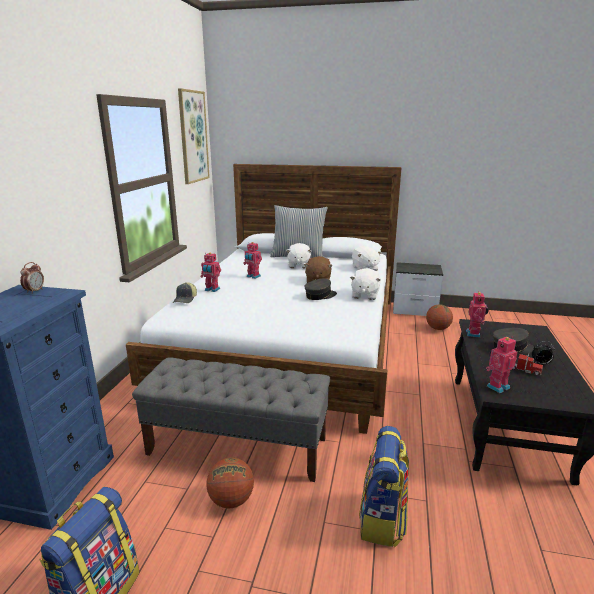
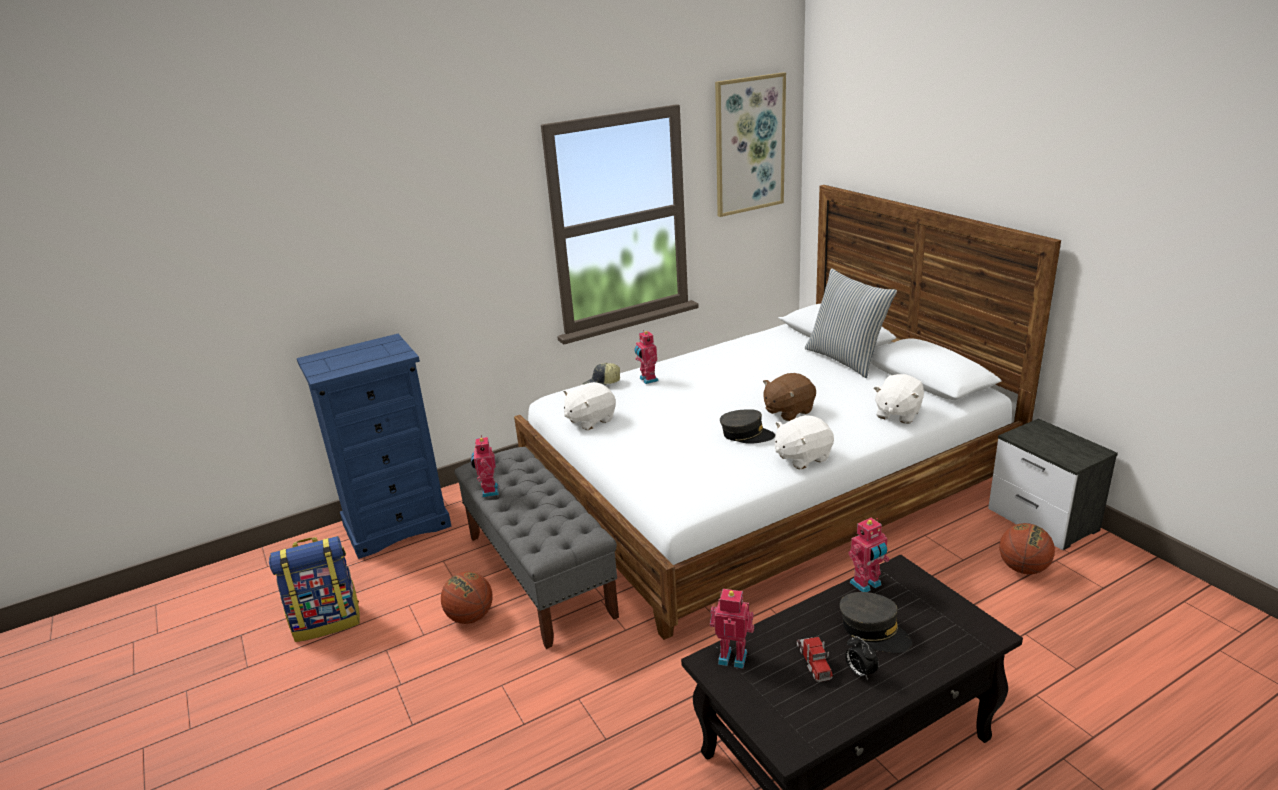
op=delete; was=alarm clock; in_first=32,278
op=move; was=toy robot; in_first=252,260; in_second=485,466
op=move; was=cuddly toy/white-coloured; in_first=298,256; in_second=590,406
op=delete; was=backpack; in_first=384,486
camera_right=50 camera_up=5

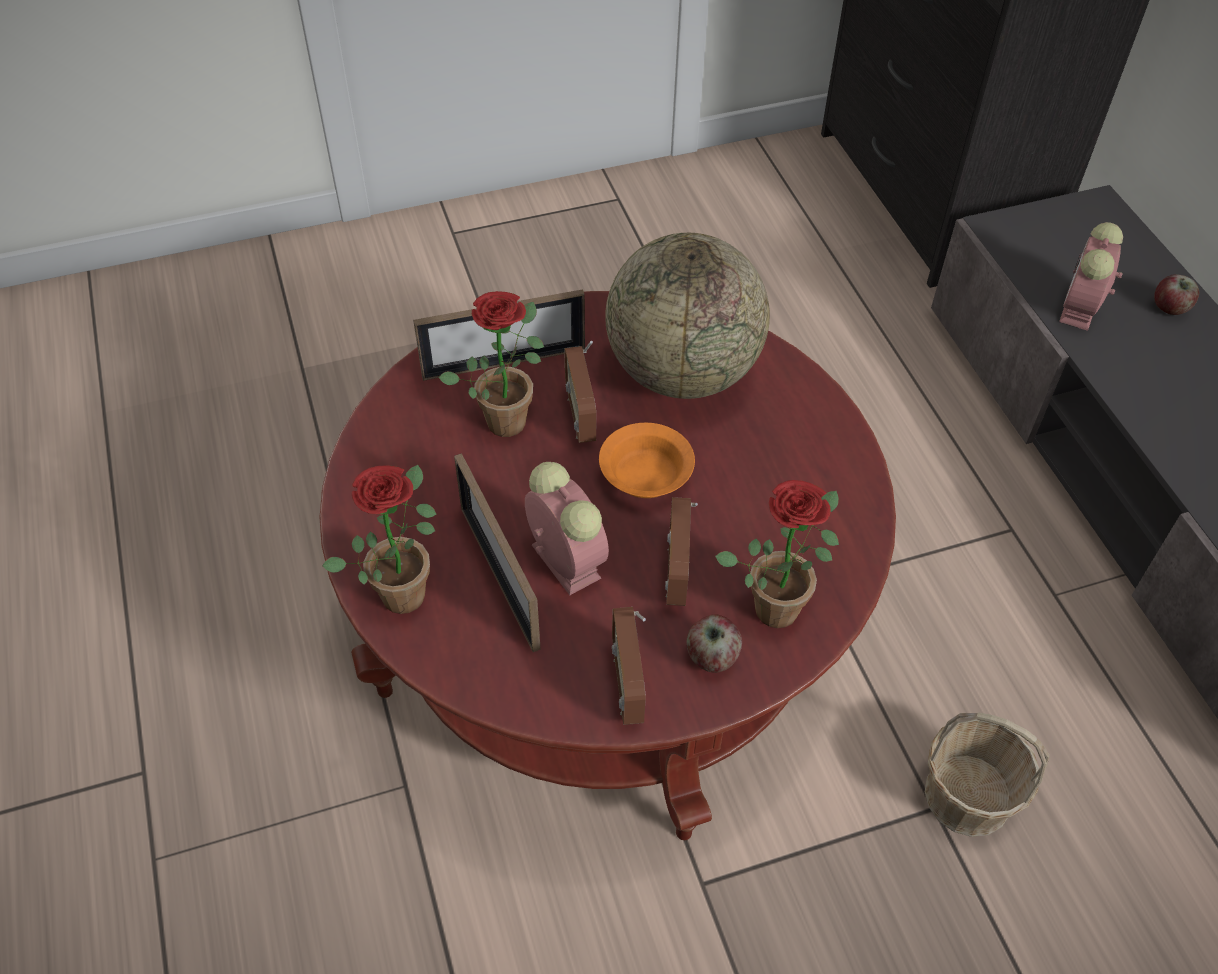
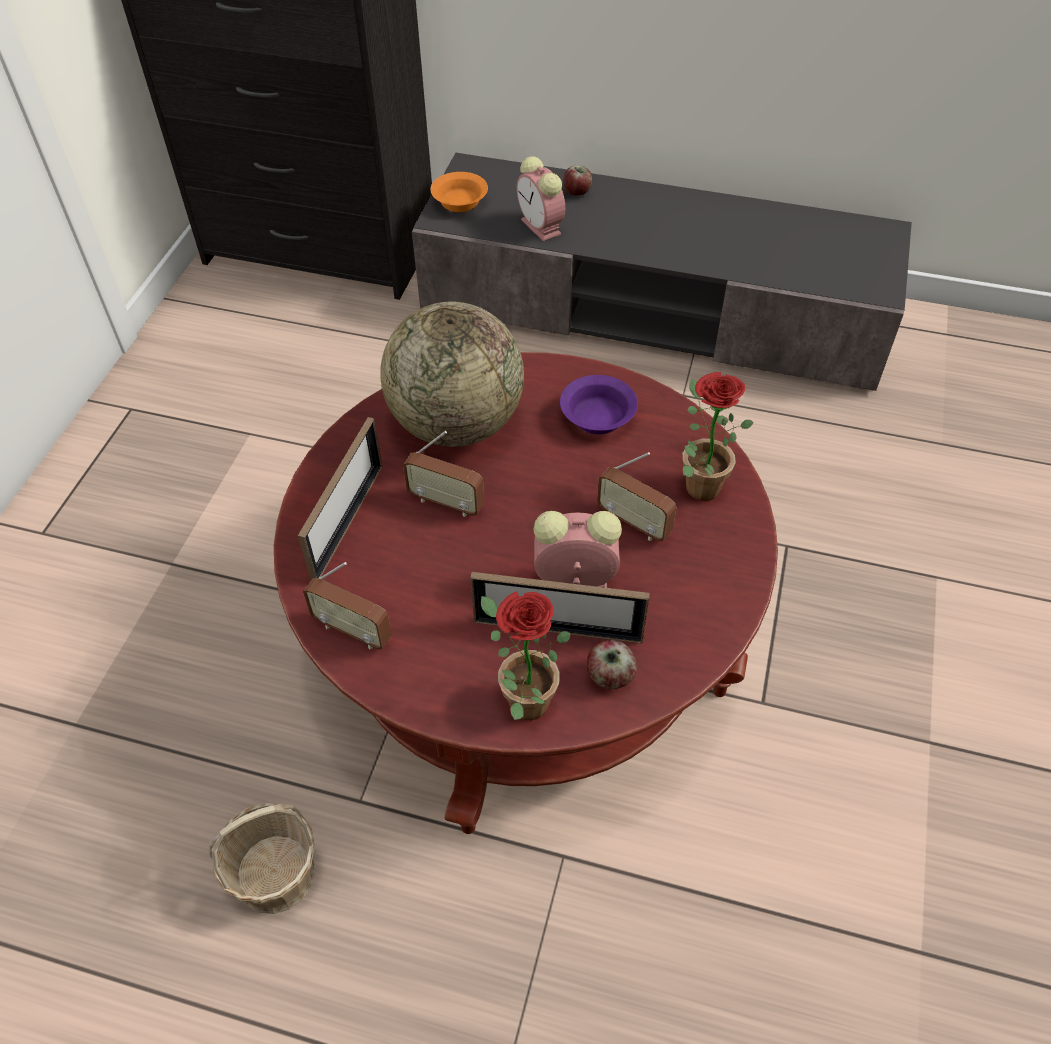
op=delete; was=plant in a pot; in_first=491,364
op=move; was=deep dish/orangey; in_first=647,460; in_second=459,192
op=move; was=radio set; in_first=629,666; in_second=347,605
op=move; was=apple; in_first=714,644; in_second=612,665
op=move; was=basket; in_first=987,774; in_second=262,858
op=insert; now=deep dish/purple-coloured; in_second=599,404
camera_right=-55 camera_up=0

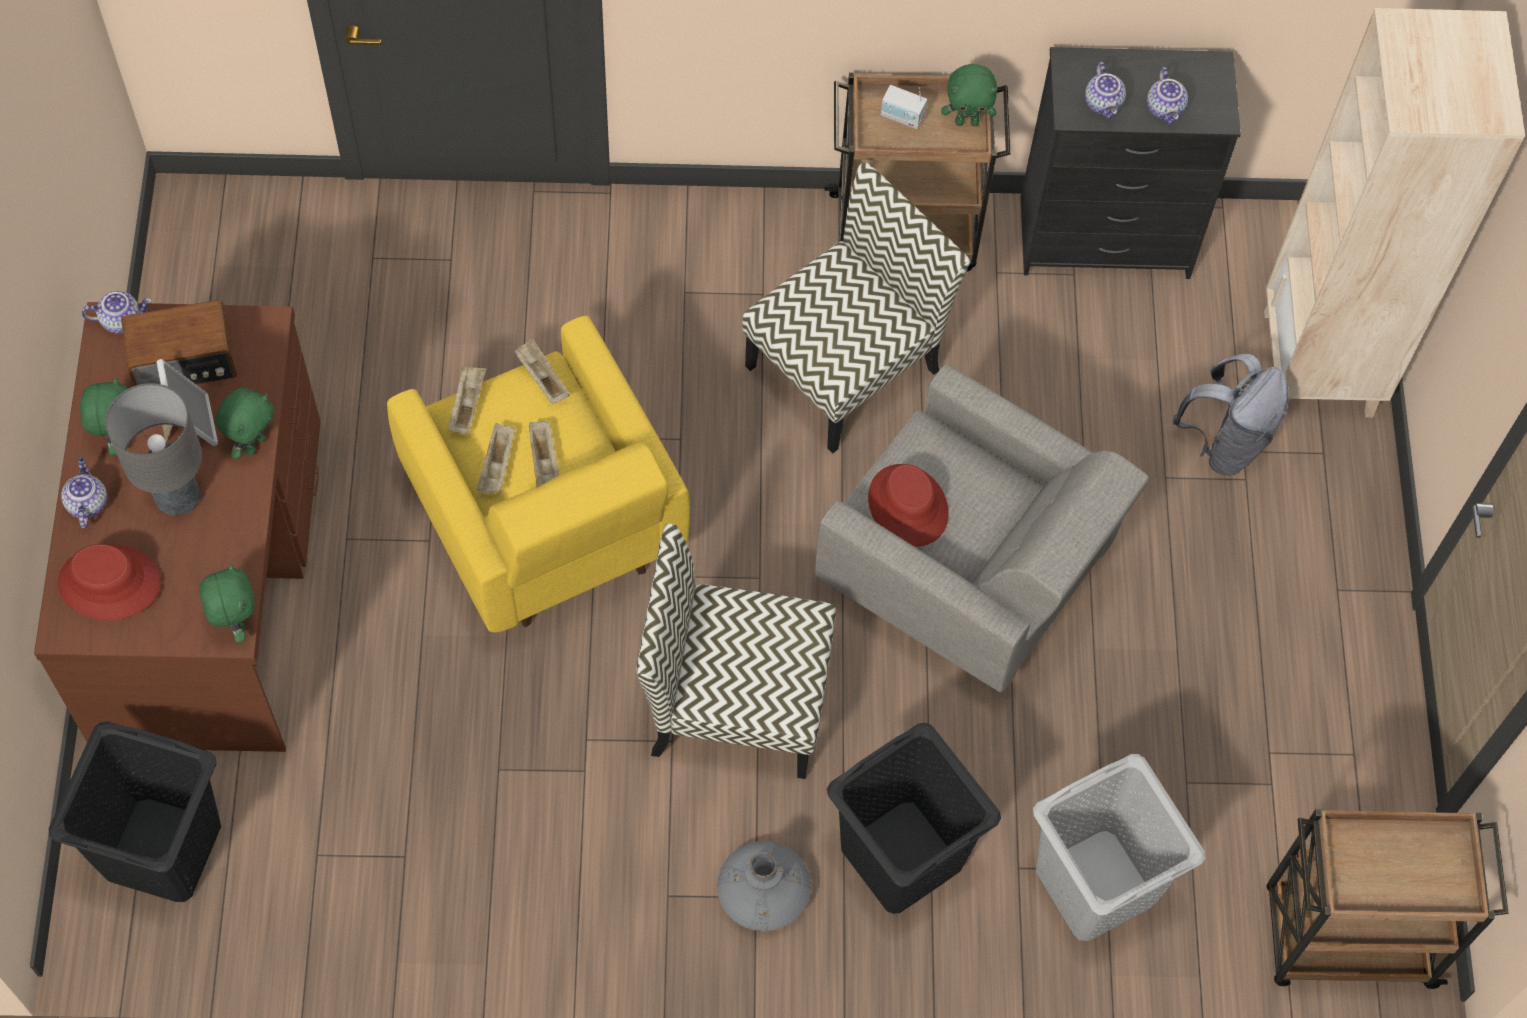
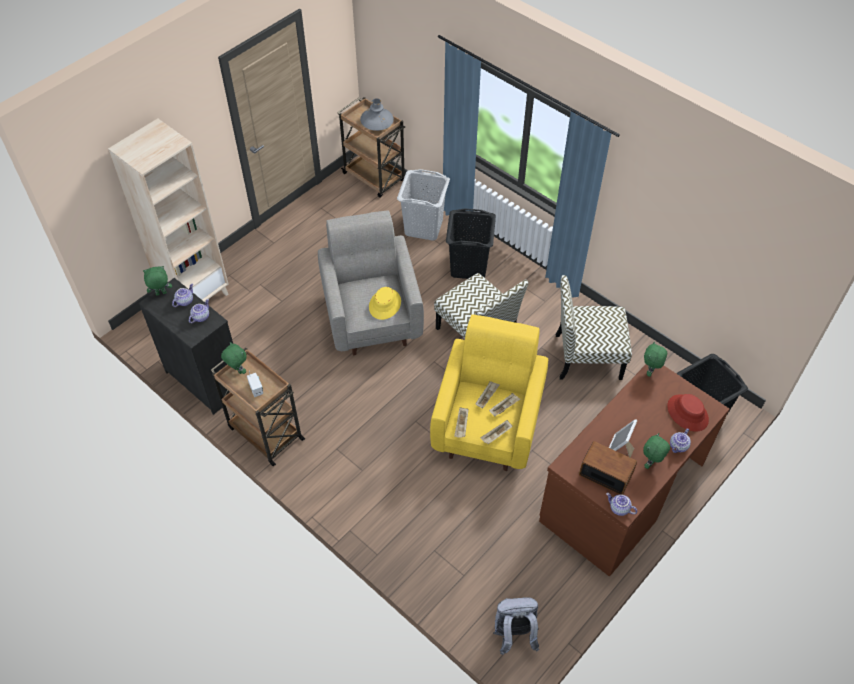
op=delete; was=tabletop lamp/gray; in_first=153,449
op=move; was=cuddly toy/green-coloured; in_first=245,423; in_second=157,281
op=move; was=decorative vase/gray; in_first=764,886; in_second=377,114
op=move; was=plain chair; in_first=856,308; in_second=593,327
op=recolor; was=clothing hat/red; now=clothing hat/yellow; in_first=908,505; in_second=385,303
op=move; was=backpack/gray; in_first=1231,415; in_second=516,626
camera_right=-135 camera_up=-10

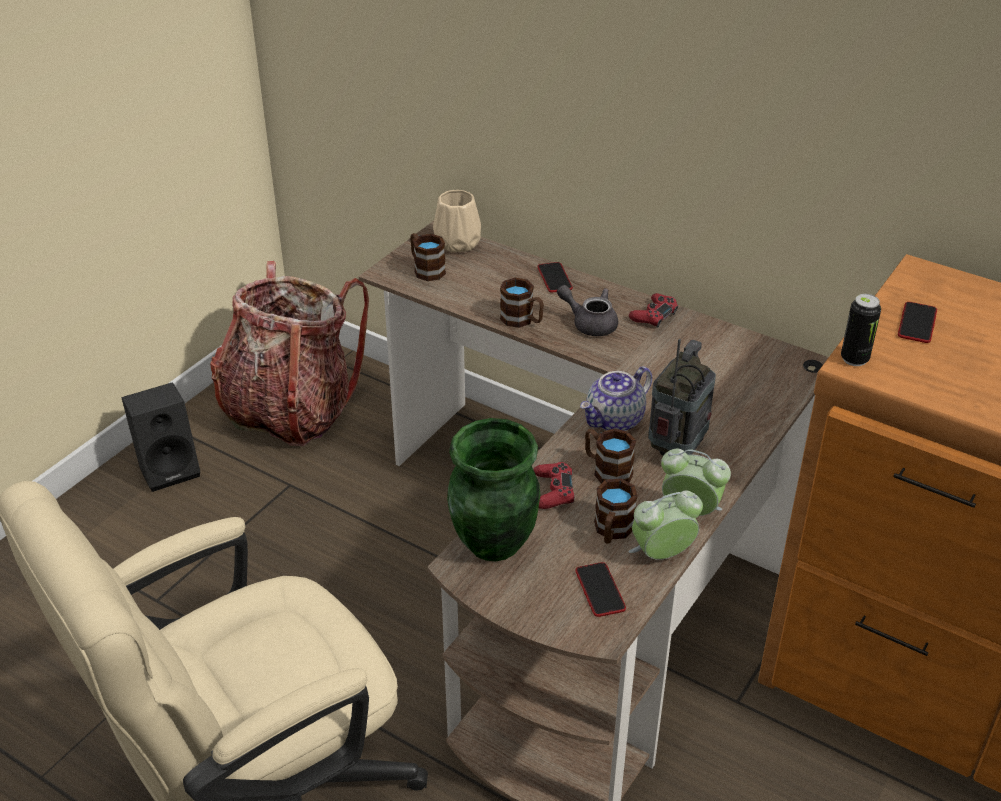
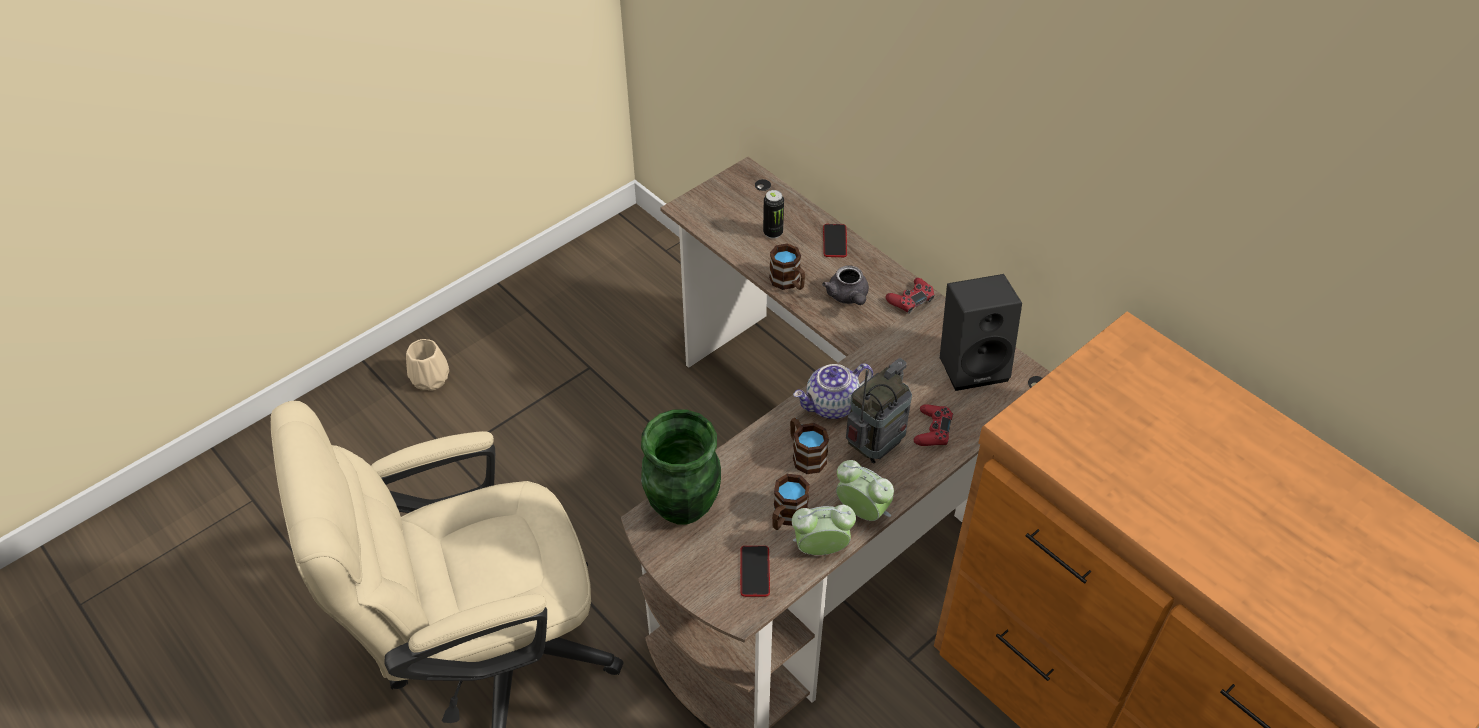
op=move; was=loudspeaker/black; in_first=161,437; in_second=981,332
op=delete; was=backpack; in_first=289,353
op=delete; was=tea mug/brown; in_first=428,257
op=move; was=decorative vase/beige-coloured; in_first=457,221; in_second=427,365
op=move; was=game controller/red; in_first=554,485; in_second=933,425
op=rotate; was=teapot/gray; in_first=587,310; in_second=845,285; clockwise=-150
op=move; was=can; in_first=861,330; in_second=773,214
op=delete; was=telephone; in_first=917,322
camera_right=15 camera_up=10

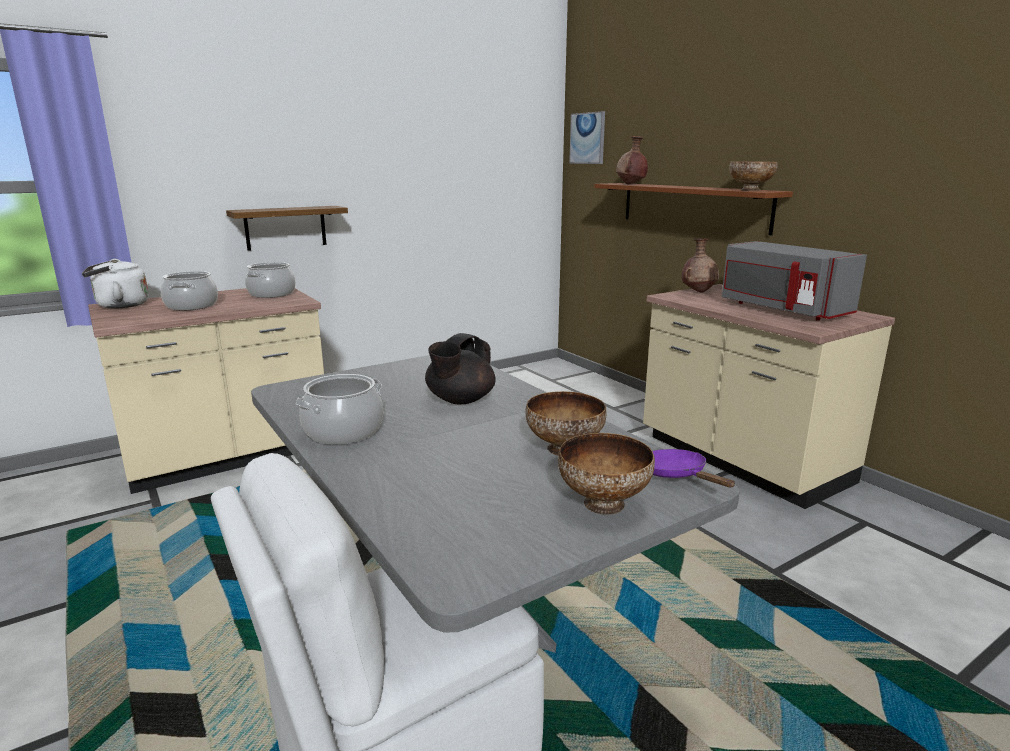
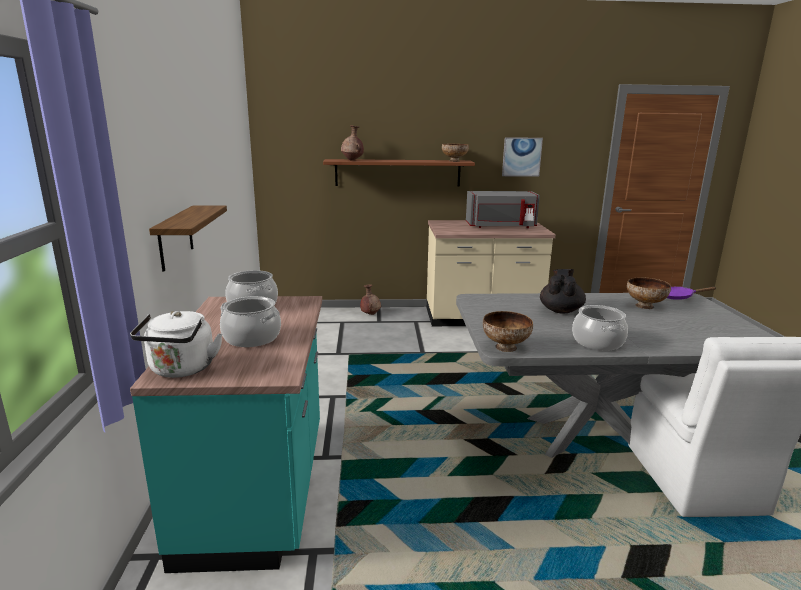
op=recolor; was=kitchen base unit/beige-coloured; now=kitchen base unit/turquoise-coloured; in_first=206,391; in_second=226,434
op=rotate; was=teapot/black; in_first=460,368; in_second=563,291; clockwise=-135
op=move; was=deep dish; in_first=606,474; in_second=508,331
op=move; was=picture; in_first=587,137; in_second=522,157
op=move; was=decorative vase/brown; in_first=700,266; in_second=370,299
camera_right=-60 camera_up=0

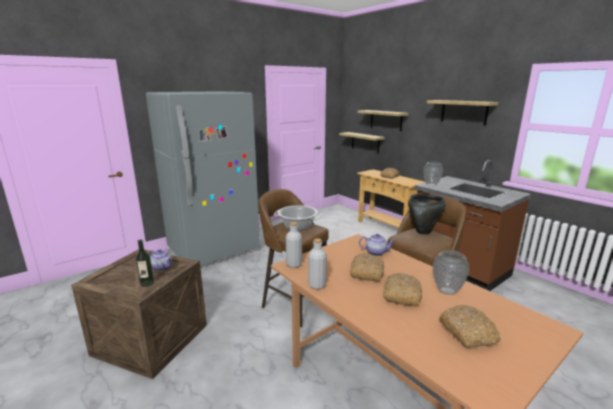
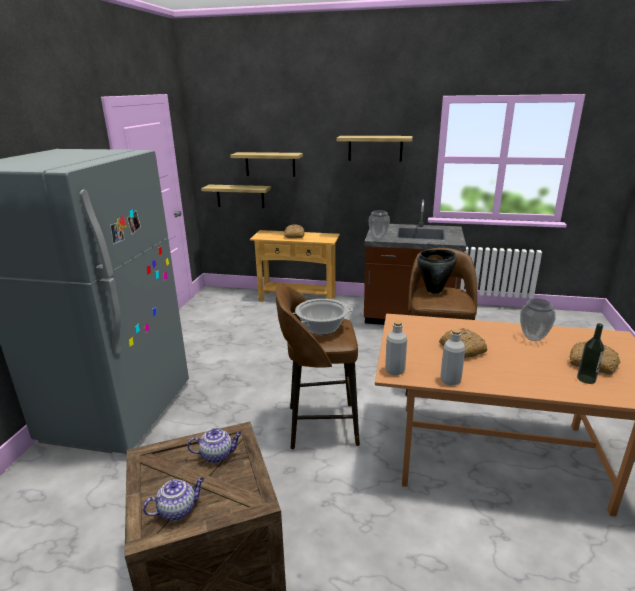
op=move; was=drink bottle; in_first=145,263; in_second=590,353
op=move; was=teapot; in_first=377,245; in_second=173,499
op=delete; was=bread; in_first=402,289
camera_right=-40 camera_up=5

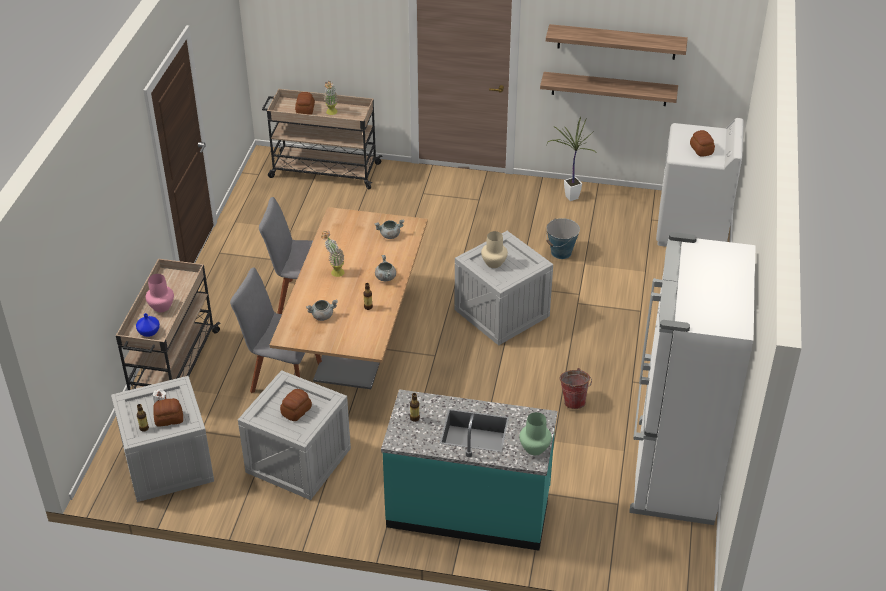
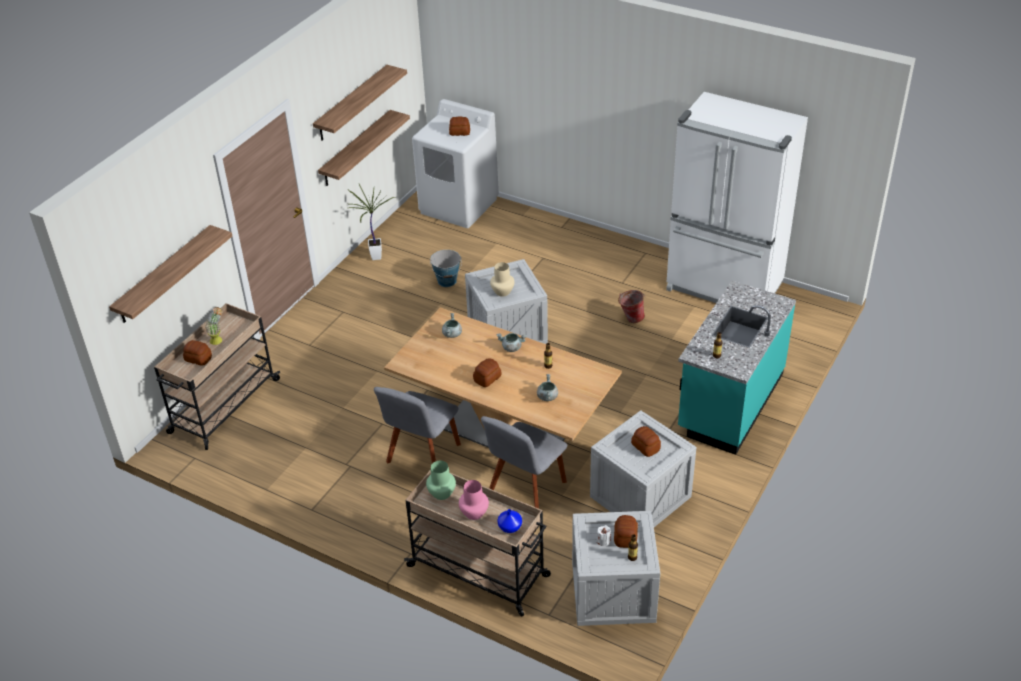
op=replace; was=plant in a pot; now=bread; in_first=333,253; in_second=487,372
op=move; was=decorative vase/green-coloured; in_first=535,433; in_second=441,480
op=insert; now=bracket shelf; in_second=170,274
camera_right=-70 camera_up=0

